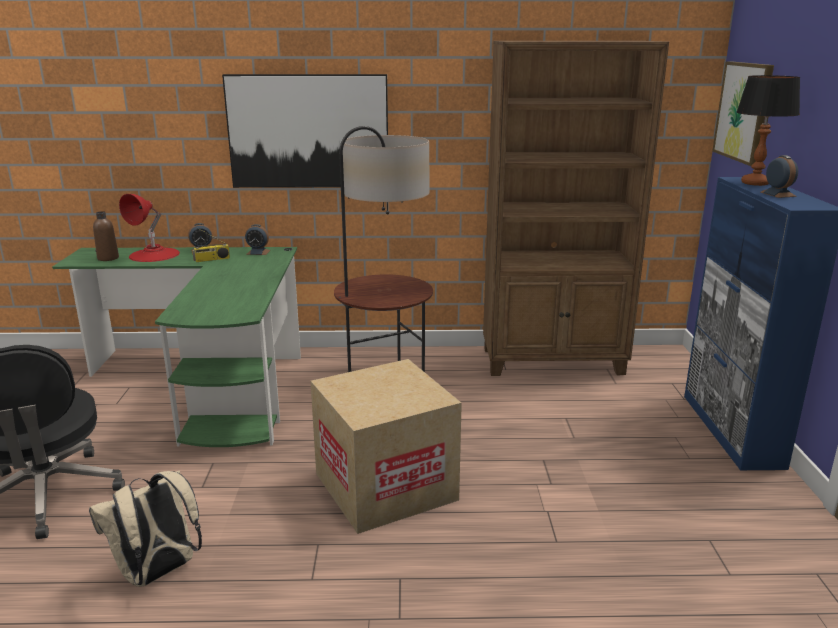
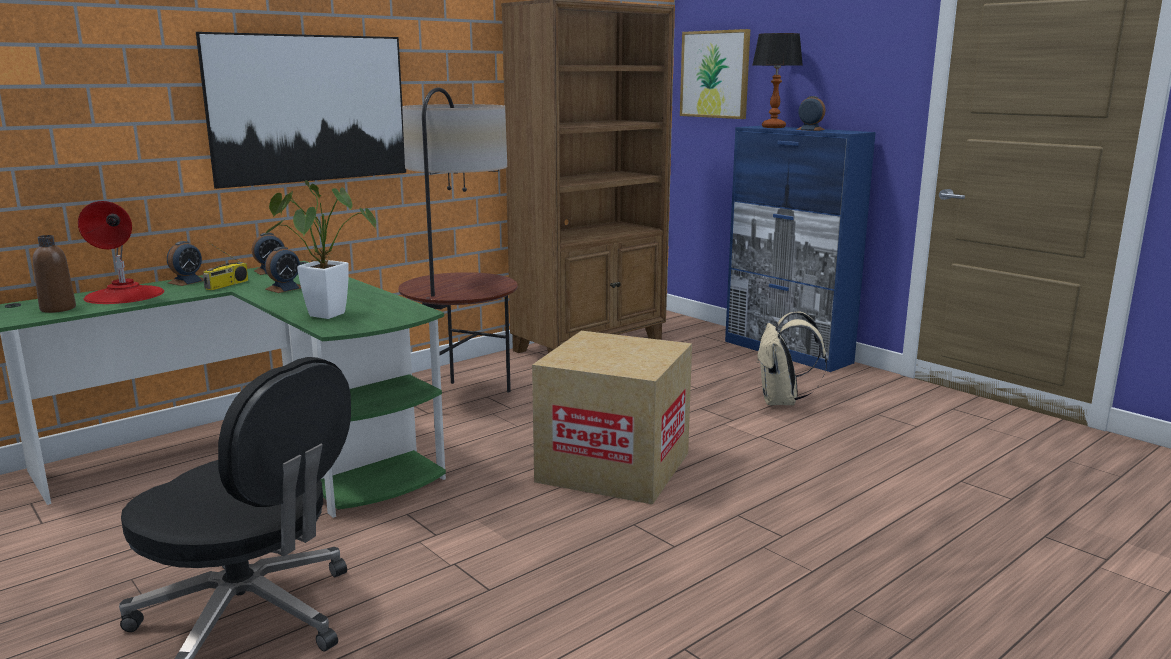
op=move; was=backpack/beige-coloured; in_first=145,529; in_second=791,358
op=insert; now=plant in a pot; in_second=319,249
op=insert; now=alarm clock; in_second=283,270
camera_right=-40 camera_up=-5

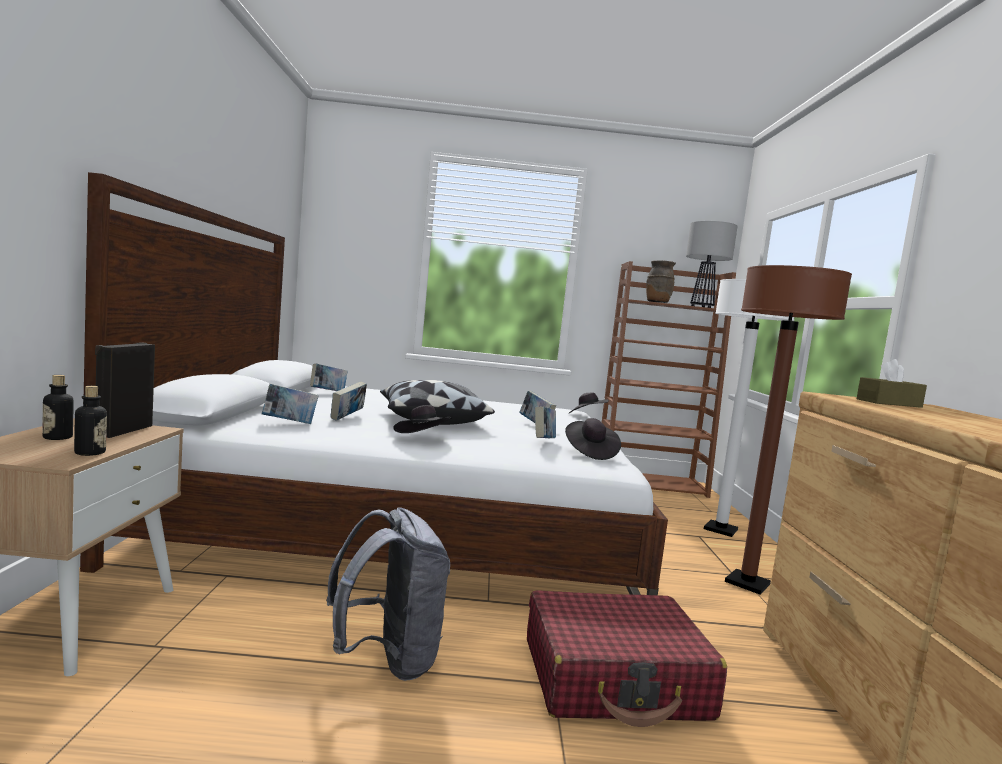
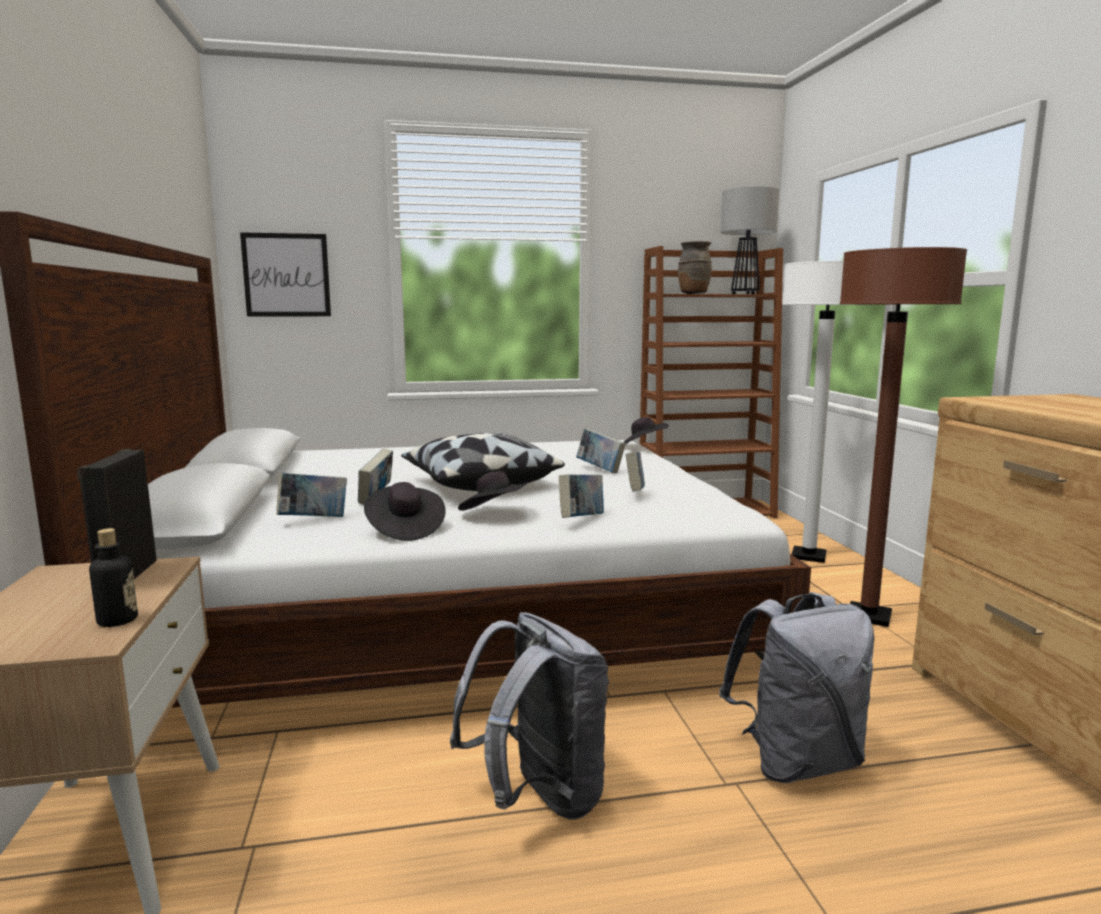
op=delete; was=drink bottle; in_first=58,407
op=move; was=volume; in_first=328,377; in_second=581,496
op=replace; was=piece of luggage/red; now=backpack/gray; in_first=627,658; in_second=796,687
op=move; was=clothing hat/black; in_first=593,439; in_second=405,511
op=delete; was=tissue holder/brown; in_first=892,383
op=insert; now=picture; in_second=285,274
camera_right=-10 camera_up=5

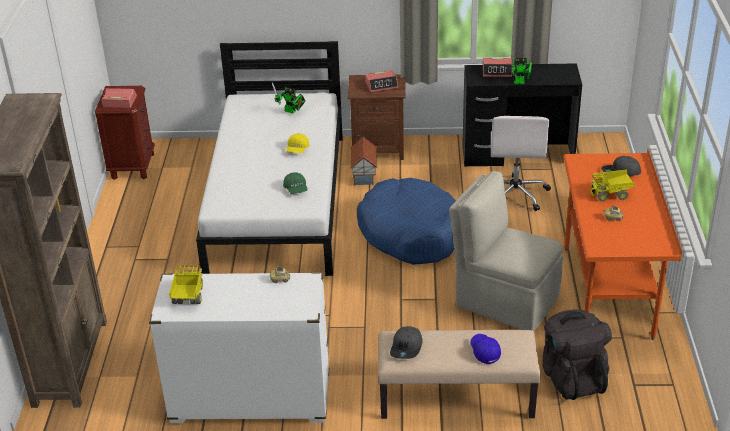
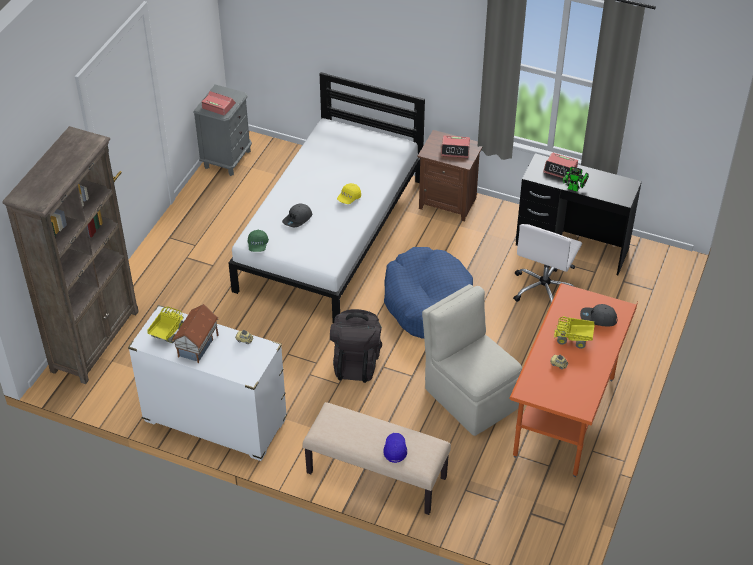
op=recolor; was=bedside table/brown; now=bedside table/gray; in_first=125,133; in_second=222,130
op=delete; was=toy robot; in_first=289,98
op=move; was=cap/green-coloured; in_first=295,183; in_second=258,241
op=move; was=toy house; in_first=363,161; in_second=195,333
op=move; was=cap/gray; in_first=406,342; in_second=297,215
op=move; was=backpack/black; in_first=577,354; in_second=356,346
camera_right=20 camera_up=10

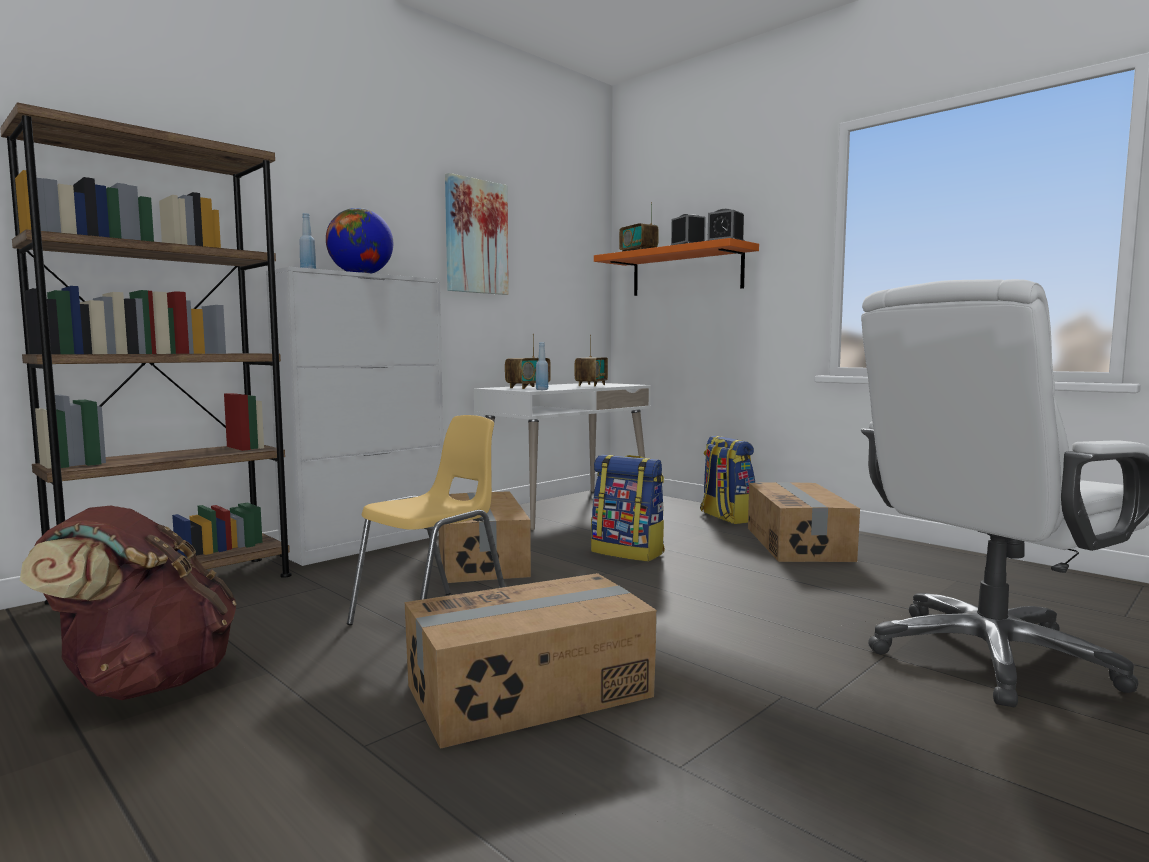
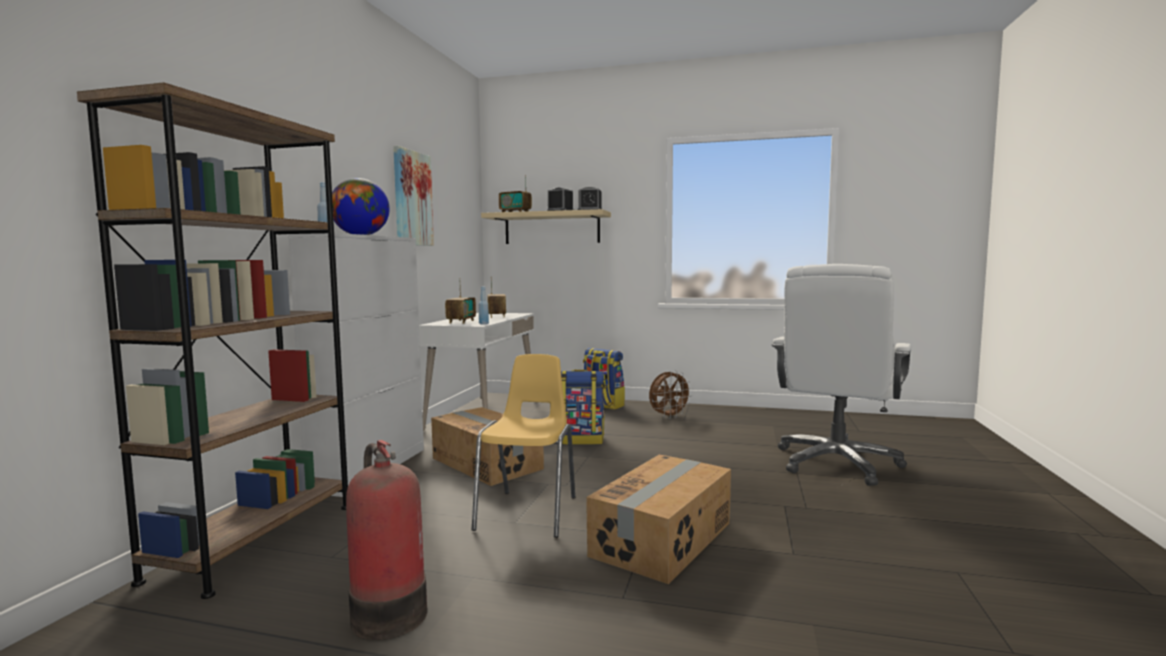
op=replace; was=backpack/brown; now=extinguisher; in_first=128,603; in_second=386,540
op=recolor; was=bracket shelf/orangey; now=bracket shelf/beige-coloured; in_first=676,267; in_second=546,226
op=replace; was=carton; now=fan/brown; in_first=804,522; in_second=670,394
camera_right=-30 camera_up=0

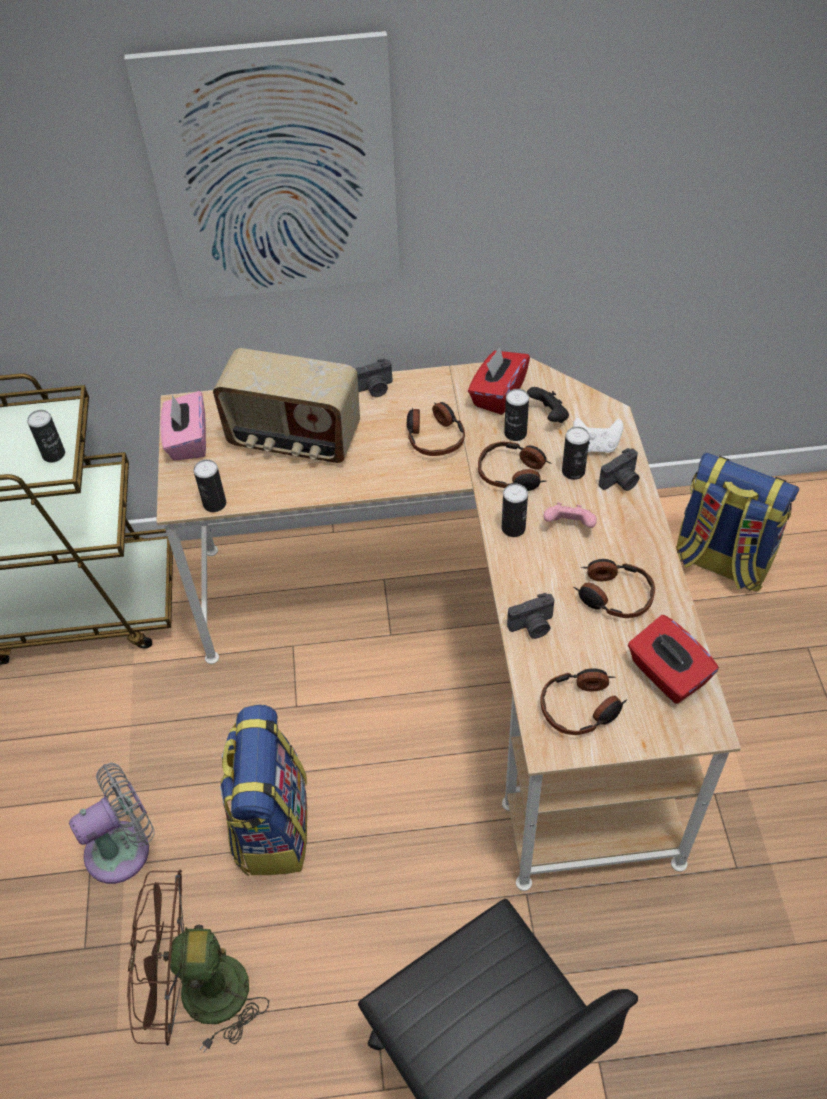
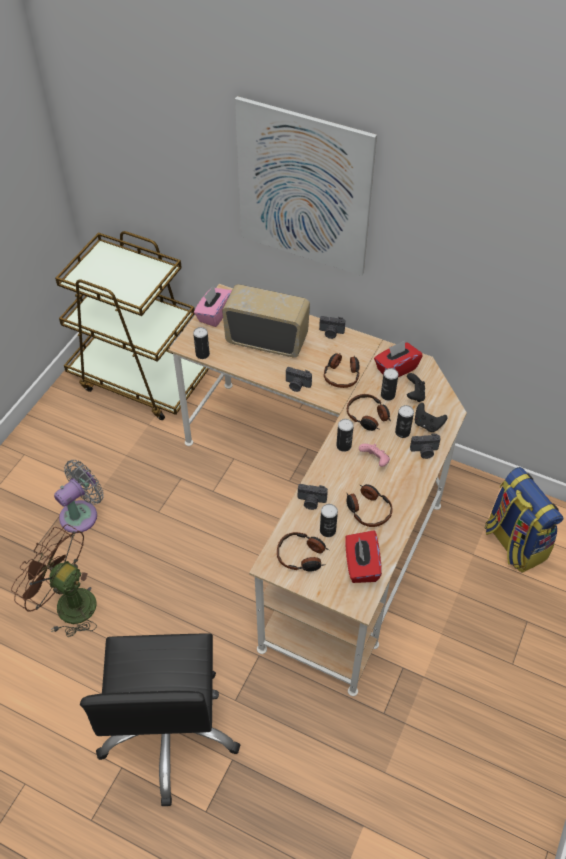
op=move; was=can; in_first=46,436; in_second=329,520
op=rotate; was=fan/gray; in_first=112,823; in_second=79,496; clockwise=-45
op=rotate; was=radio set; in_first=286,405; in_second=266,321; clockwise=150
op=delete; was=backpack; in_first=263,790
op=recolor; was=game controller/white-coloured; now=game controller/black; in_first=598,435; in_second=431,417
op=insert; now=photo camera; in_second=299,379
camera_right=30 camera_up=0

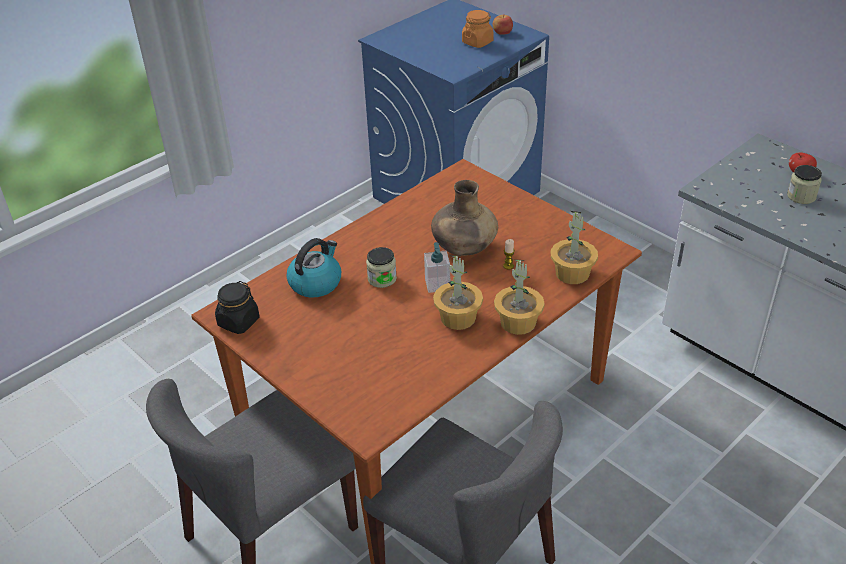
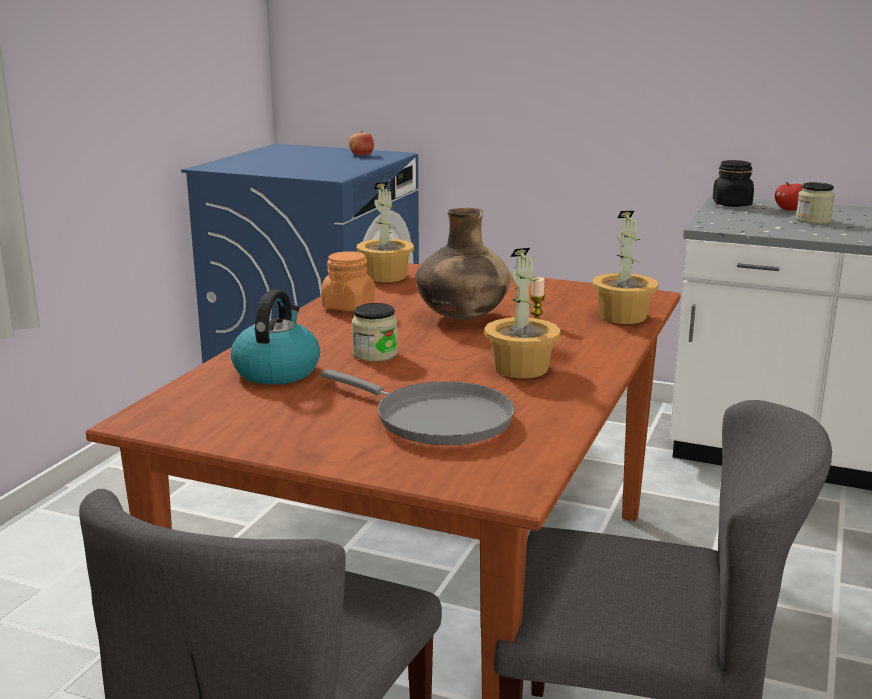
op=move; was=storage jar/black; in_first=237,307; in_second=733,183
op=delete; was=soap bottle; in_first=437,267
op=move; was=storage jar/orangey; in_first=478,29; in_second=348,281
op=move; was=plant in a pot; in_first=519,297; in_second=385,232
op=insert; now=skillet/gray; in_second=417,407
camera_right=-25 camera_up=-20

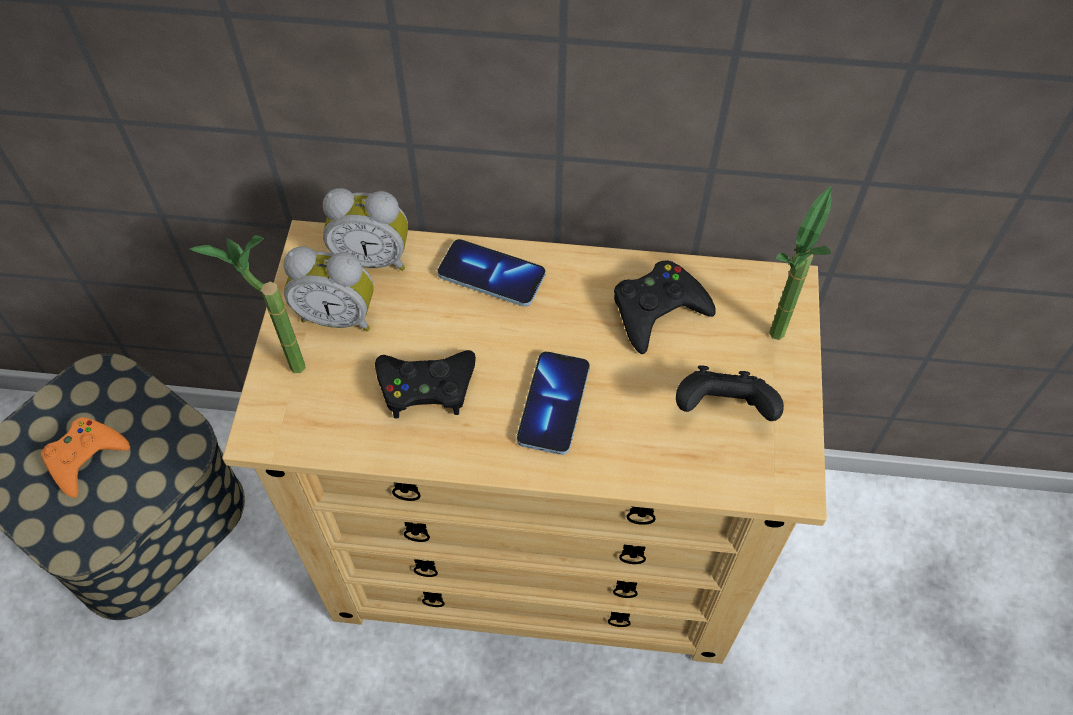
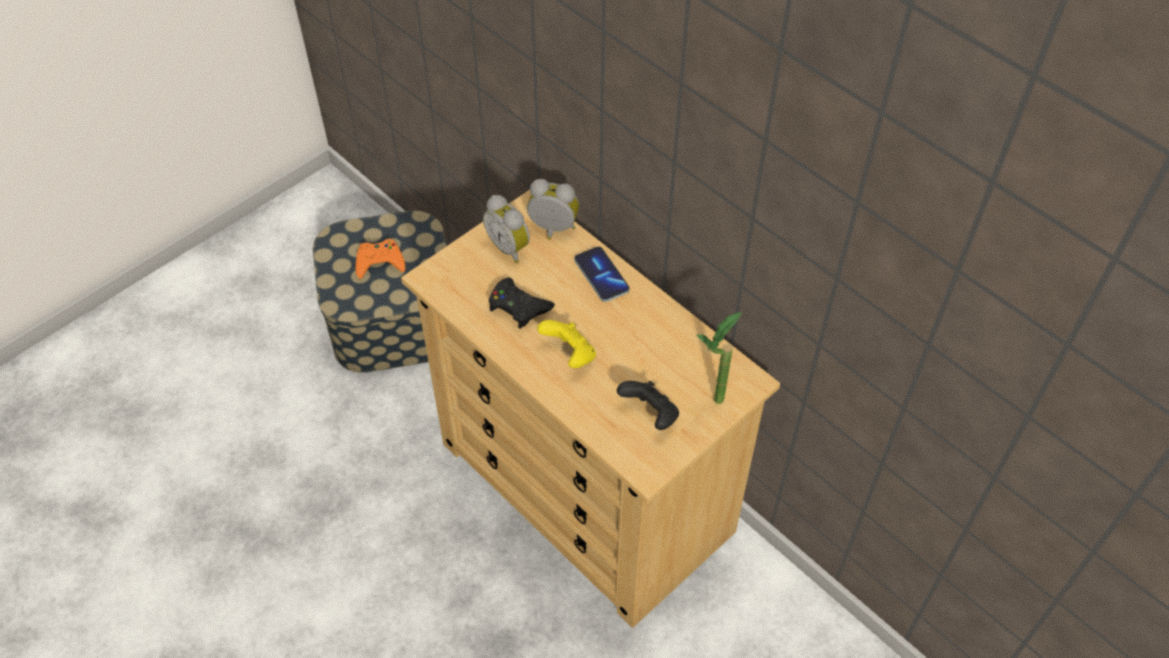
op=delete; was=plant in a pot; in_first=247,304
op=rotate; was=alarm clock; in_first=365,229; in_second=553,209; clockwise=150
op=replace; was=telephone; now=game controller/yellow; in_first=553,403; in_second=566,344
op=delete; was=game controller/black; in_first=664,307
camera_right=40 camera_up=-5

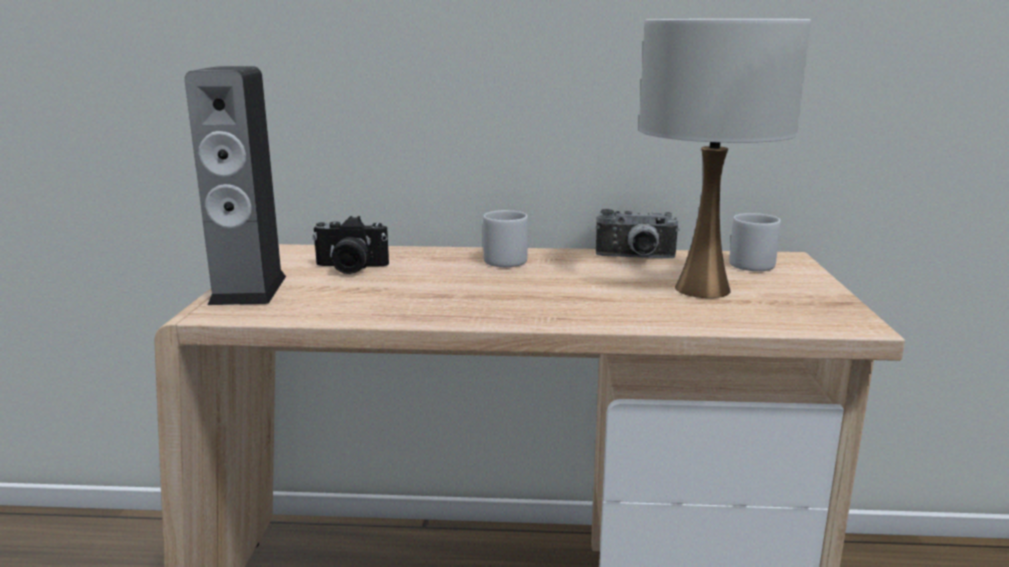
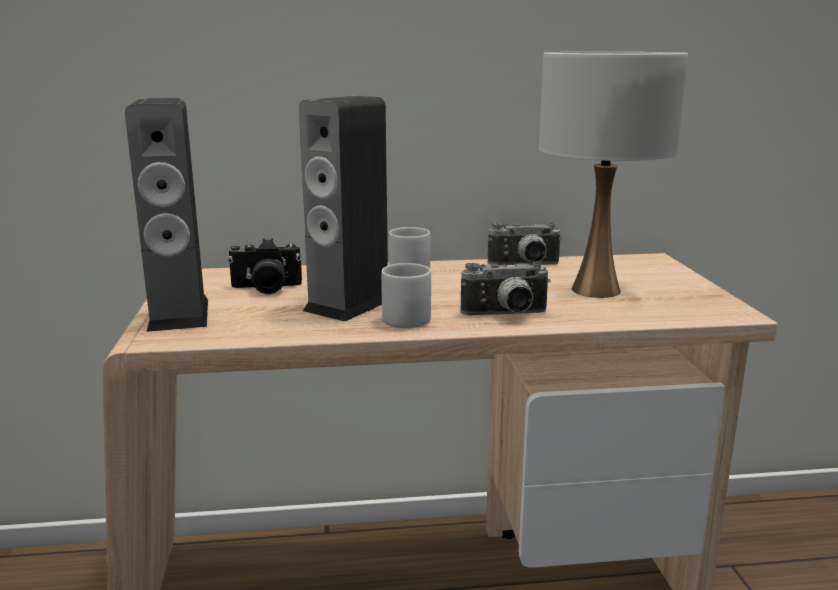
op=move; was=tea mug/gray; in_first=755,242; in_second=406,295
op=insert; now=loudspeaker; in_second=343,209
op=insert; now=photo camera; in_second=505,288
camera_right=-10 camera_up=0

